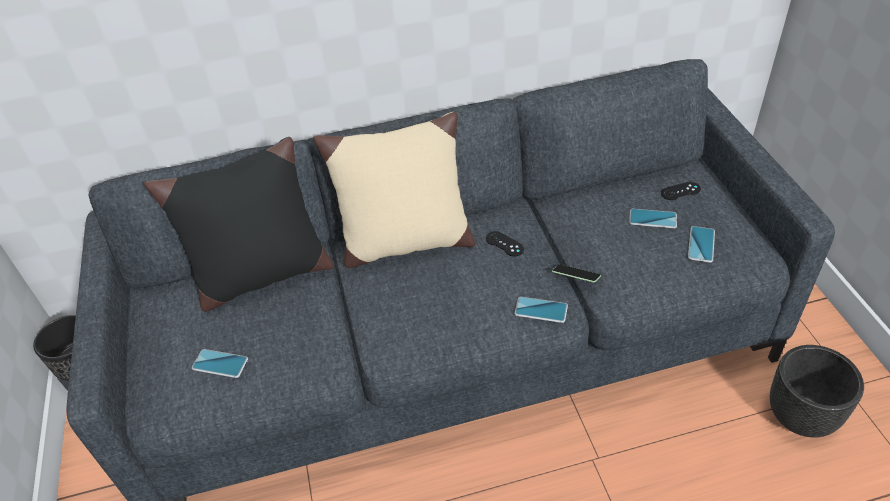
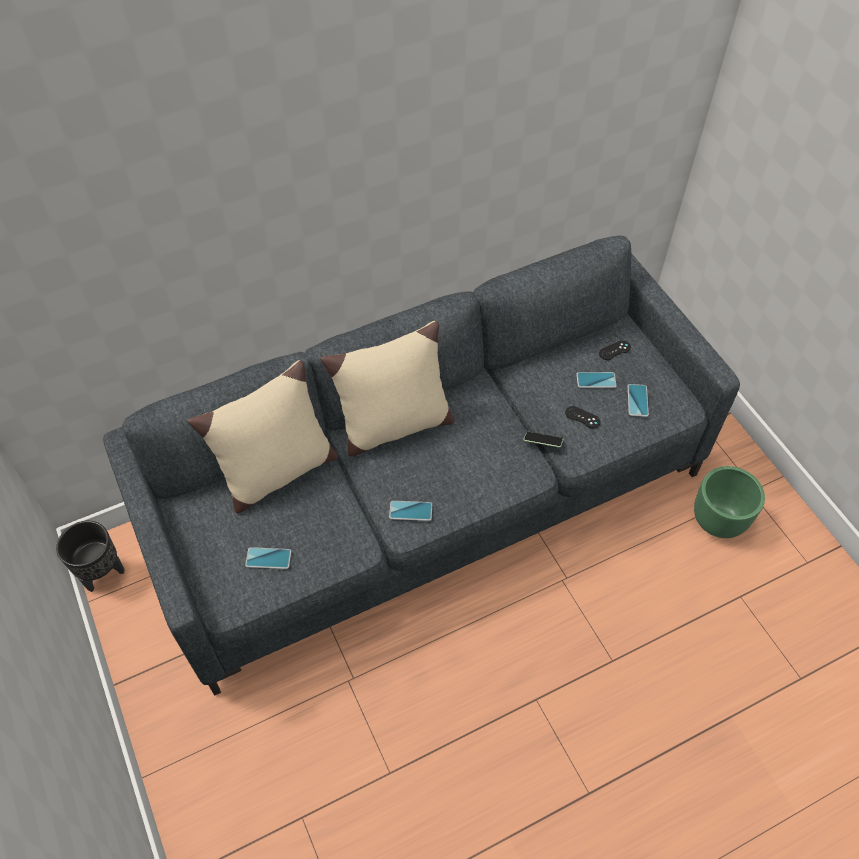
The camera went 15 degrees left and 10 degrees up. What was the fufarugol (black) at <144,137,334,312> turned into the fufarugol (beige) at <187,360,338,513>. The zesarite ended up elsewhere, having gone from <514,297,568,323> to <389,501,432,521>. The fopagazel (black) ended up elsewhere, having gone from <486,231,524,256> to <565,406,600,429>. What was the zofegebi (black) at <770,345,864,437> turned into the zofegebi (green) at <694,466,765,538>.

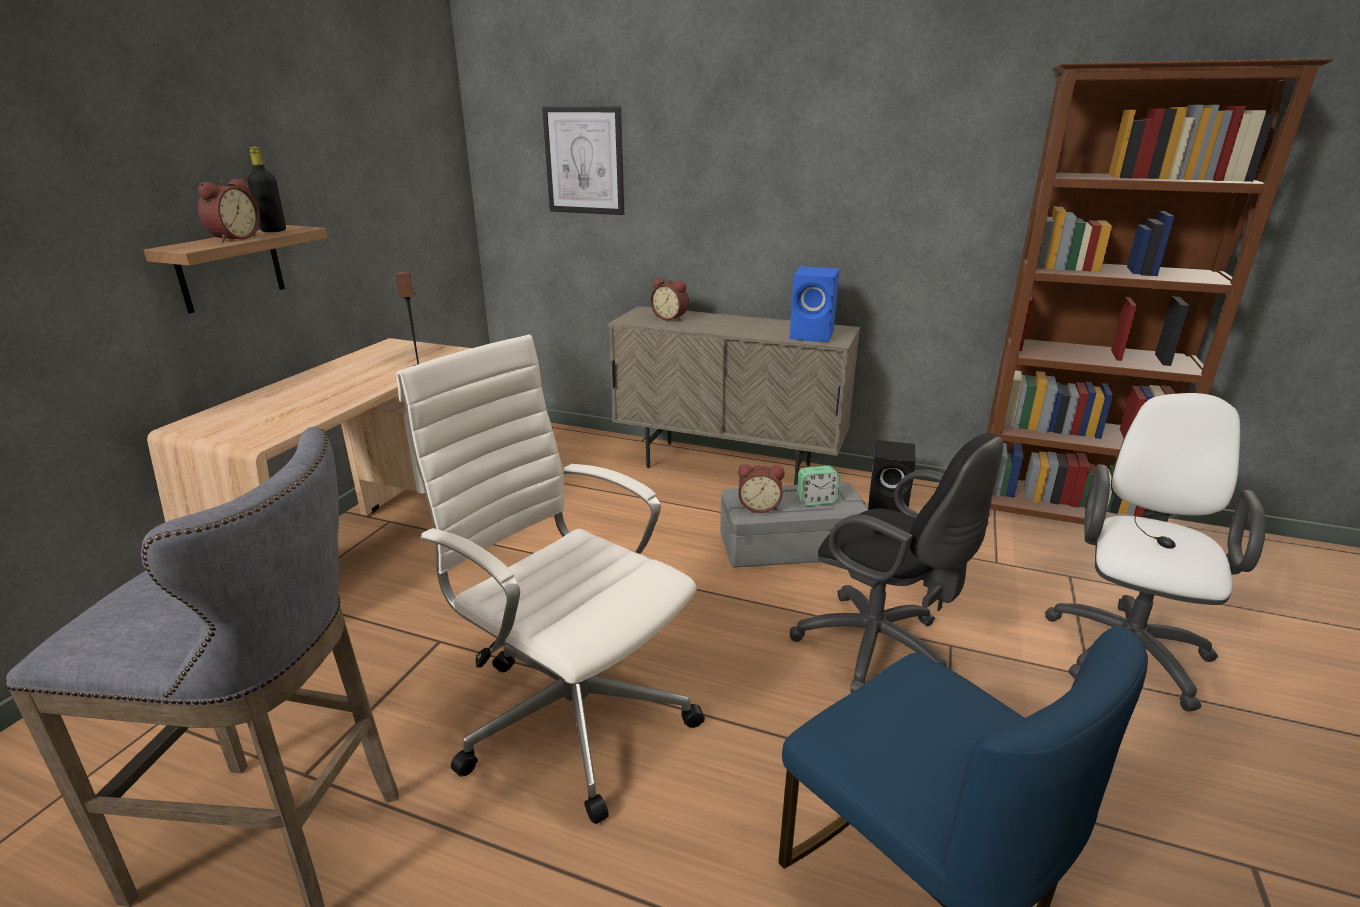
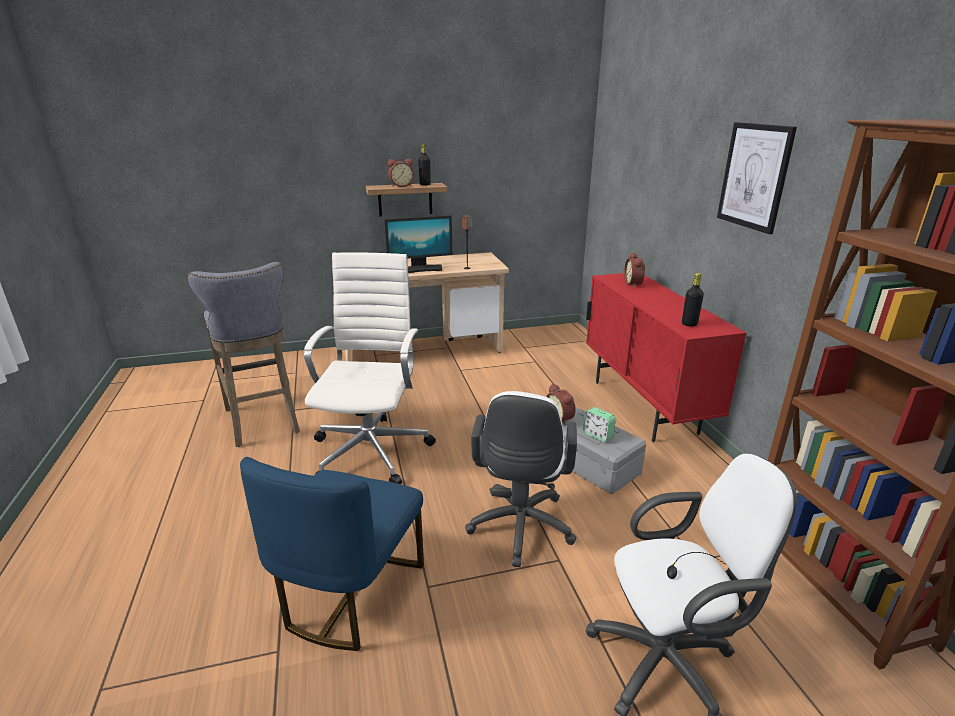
The camera went 55 degrees right and 0 degrees up. The second view gained the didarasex at <384,215,452,273>. What was the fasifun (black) at <790,433,1003,693> turned into the fasifun (white) at <465,391,577,567>. What was the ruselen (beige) at <608,306,860,485> turned into the ruselen (red) at <586,273,747,442>. Where the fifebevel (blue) stood at <789,266,840,342>, the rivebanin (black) came to stand at <682,273,704,327>. The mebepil ended up elsewhere, having gone from <542,106,624,215> to <717,122,797,234>. The second view lost the fifebevel (black) at <868,440,916,513>.

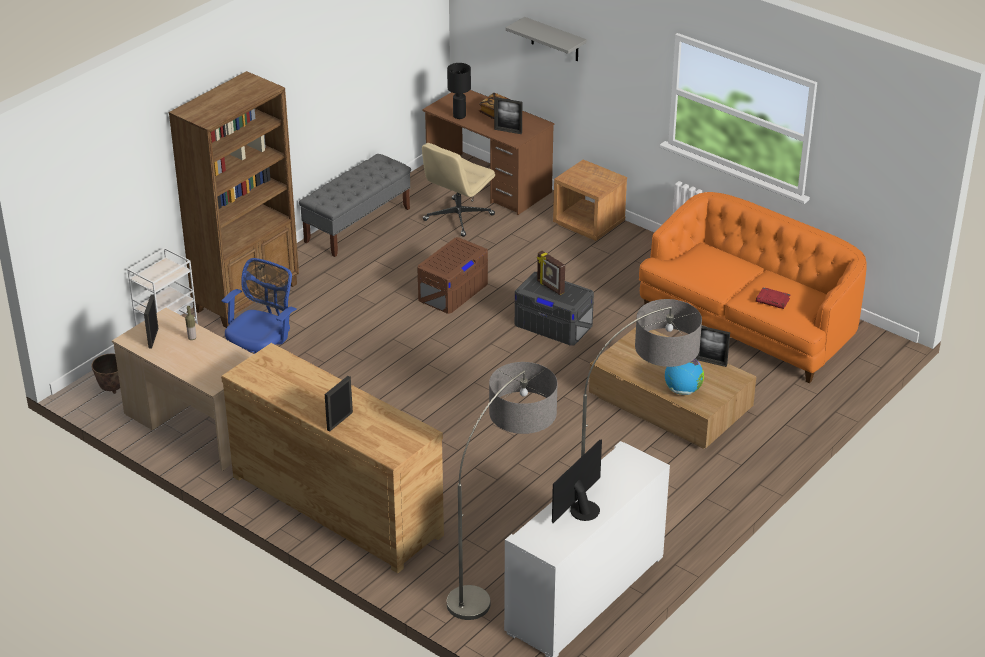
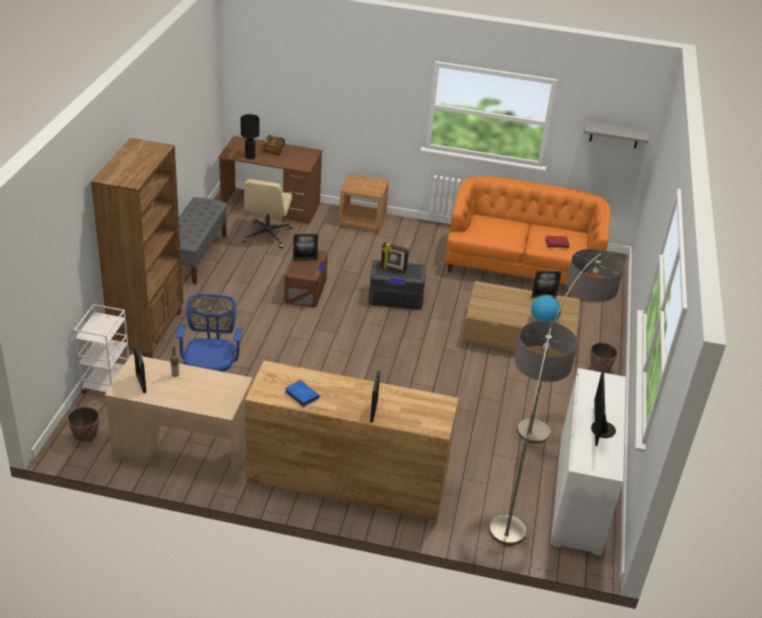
The camera went 30 degrees left and 0 degrees up. The second view gained the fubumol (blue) at <285,380,320,407>. The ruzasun ended up elsewhere, having gone from <494,97,522,134> to <293,234,318,261>. The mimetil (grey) ended up elsewhere, having gone from <506,17,587,61> to <584,120,649,148>. The second view gained the zofegebi at <590,343,618,373>.

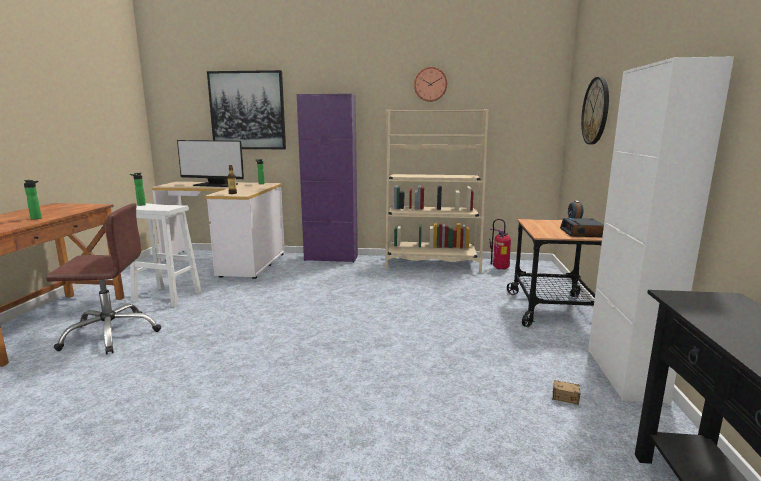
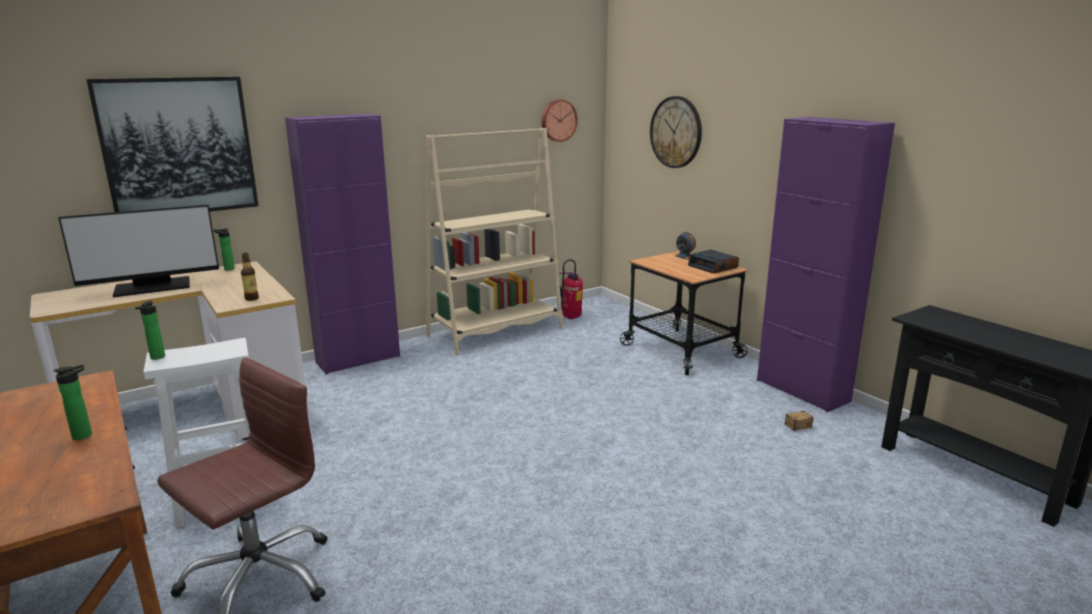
The camera went 40 degrees left and 5 degrees up. The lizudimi ended up elsewhere, having gone from <414,67,447,102> to <542,100,578,142>. What was the ruselen (white) at <588,57,734,404> turned into the ruselen (purple) at <757,117,895,412>.

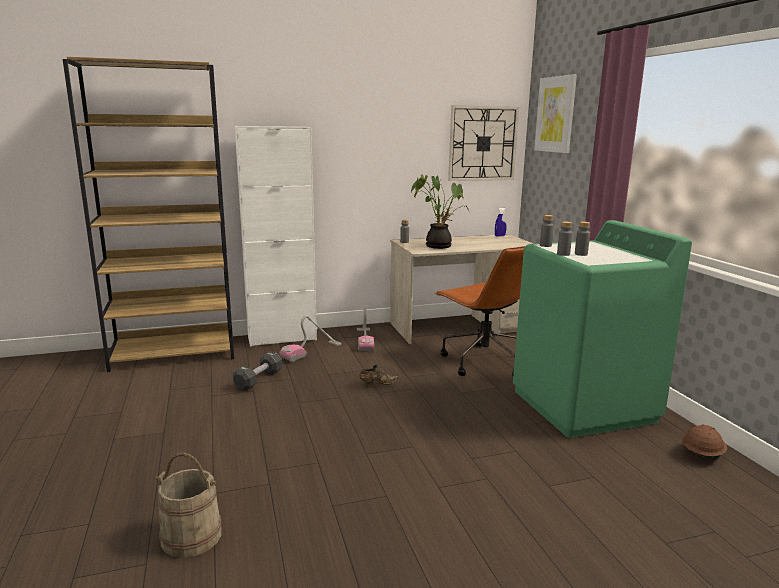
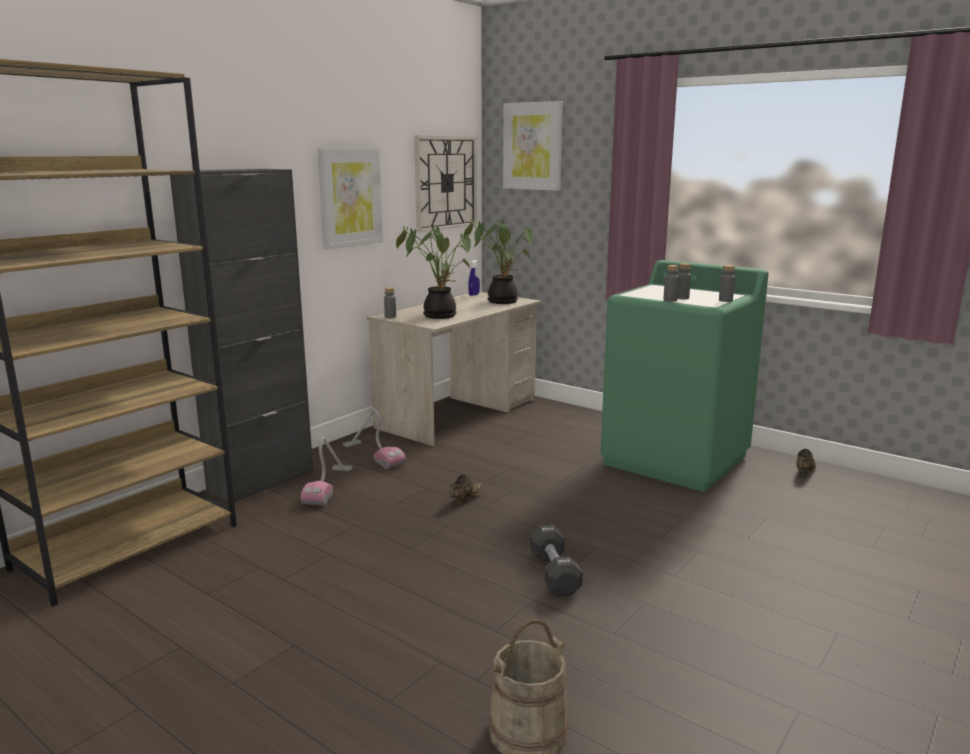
The camera went 35 degrees left and 0 degrees up. What was the ruselen (white) at <235,126,317,347> turned into the ruselen (black) at <170,169,313,503>. The second view gained the mebepil at <318,148,383,250>. The second view gained the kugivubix at <464,219,533,304>. The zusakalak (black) ended up elsewhere, having gone from <233,351,282,391> to <530,525,583,596>. The rivebanin (grey) ended up elsewhere, having gone from <540,215,554,247> to <719,265,735,302>. Where the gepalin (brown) stood at <682,425,727,460>, the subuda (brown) came to stand at <796,449,816,477>. The second view lost the fasifun (brown) at <435,243,538,376>.

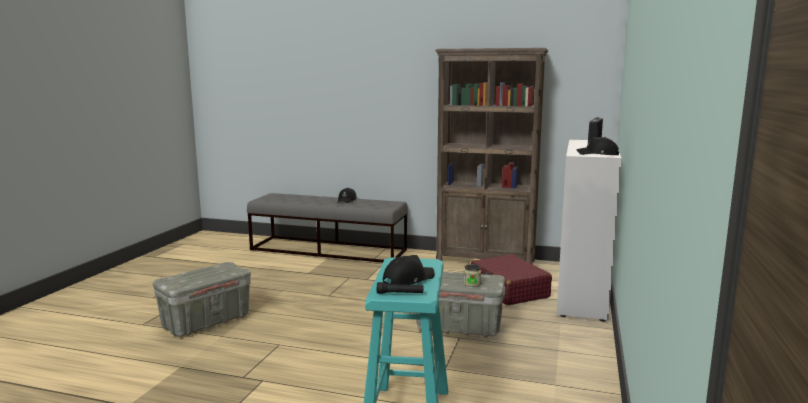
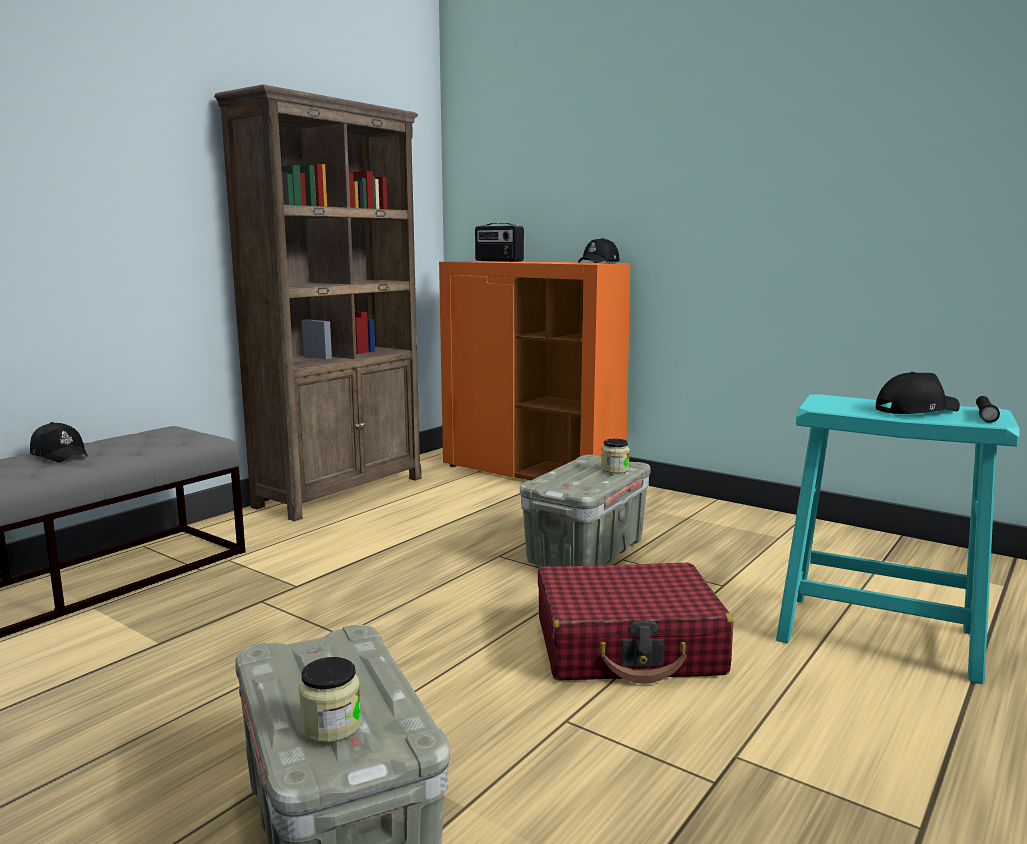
The camera went 70 degrees left and 0 degrees up. The second view gained the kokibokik at <299,657,361,743>. What was the ruselen (white) at <556,140,622,322> turned into the ruselen (orange) at <439,261,630,481>. The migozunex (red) ended up elsewhere, having gone from <471,254,552,306> to <538,563,733,684>. The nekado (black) at <383,255,435,285> ended up facing another way, 90 degrees clockwise from before.

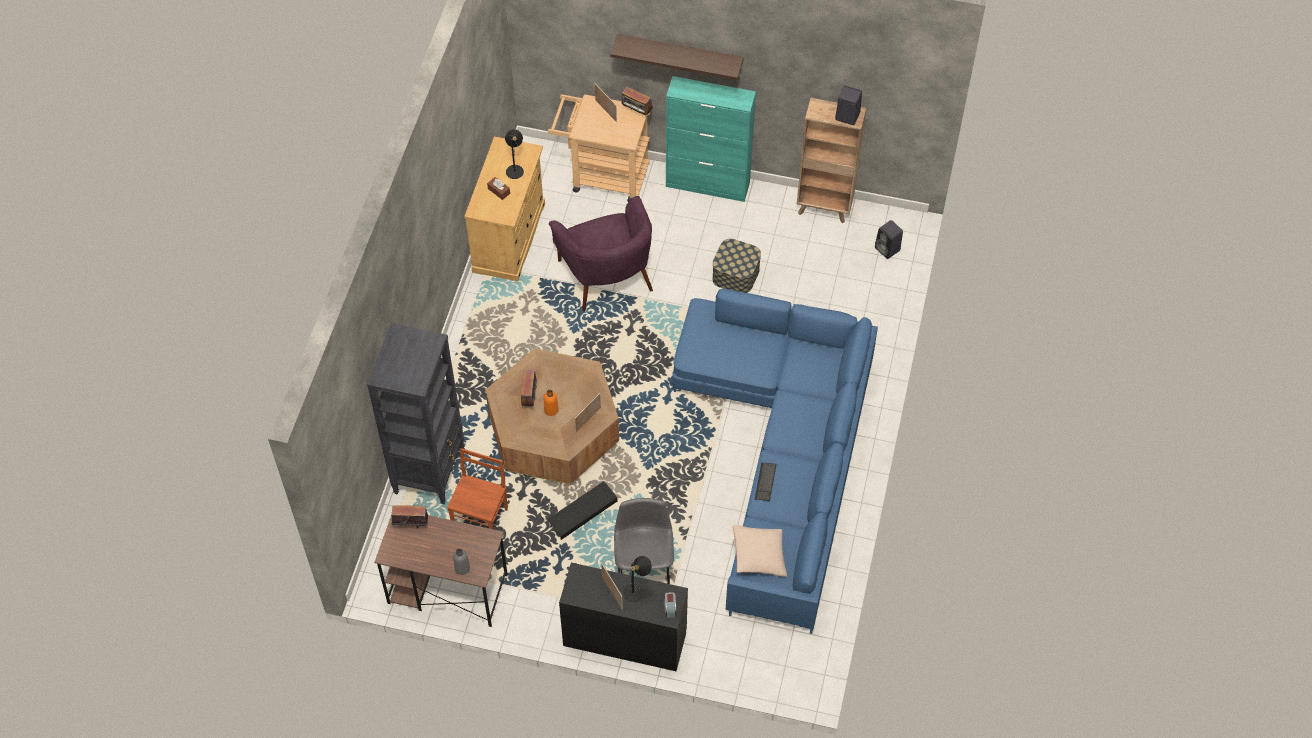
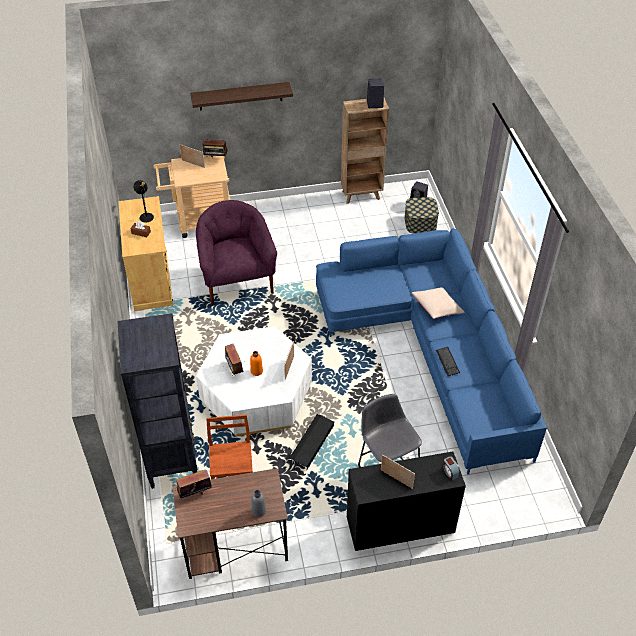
The camera went 25 degrees left and 10 degrees down. The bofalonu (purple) at <549,196,653,311> ended up facing another way, 150 degrees counterclockwise from before. What was the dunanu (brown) at <485,348,619,485> turned into the dunanu (white) at <196,326,312,436>. The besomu ended up elsewhere, having gone from <712,239,761,293> to <405,197,439,234>. The fufarugol (beige) ended up elsewhere, having gone from <733,525,787,577> to <412,287,465,319>. The second view lost the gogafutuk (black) at <623,556,652,602>. The second view lost the ruselen (turquoise) at <666,76,756,202>.

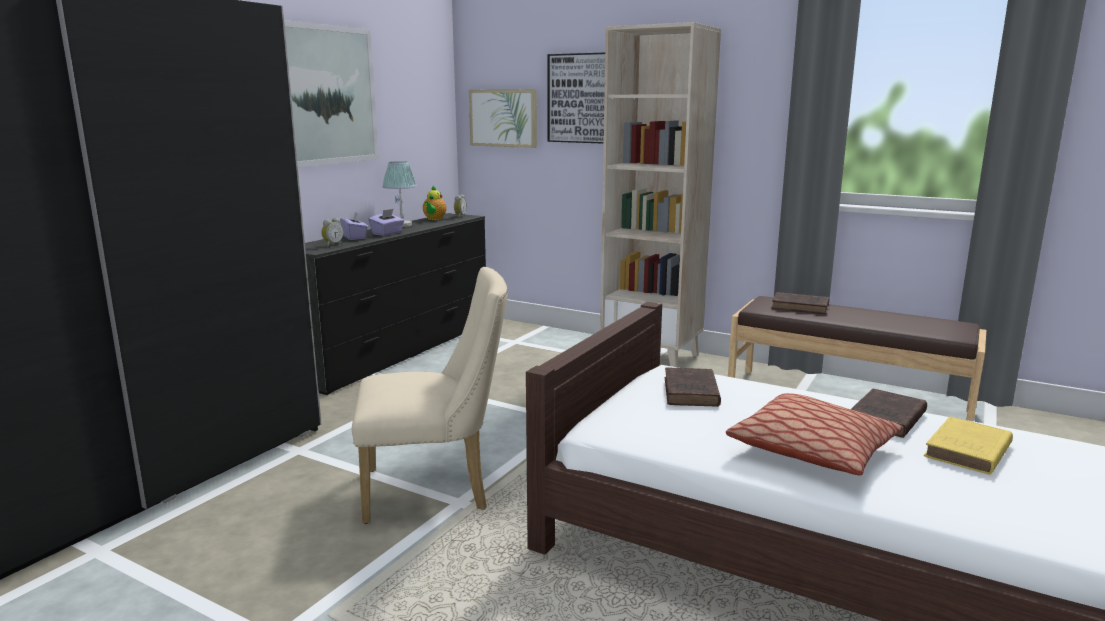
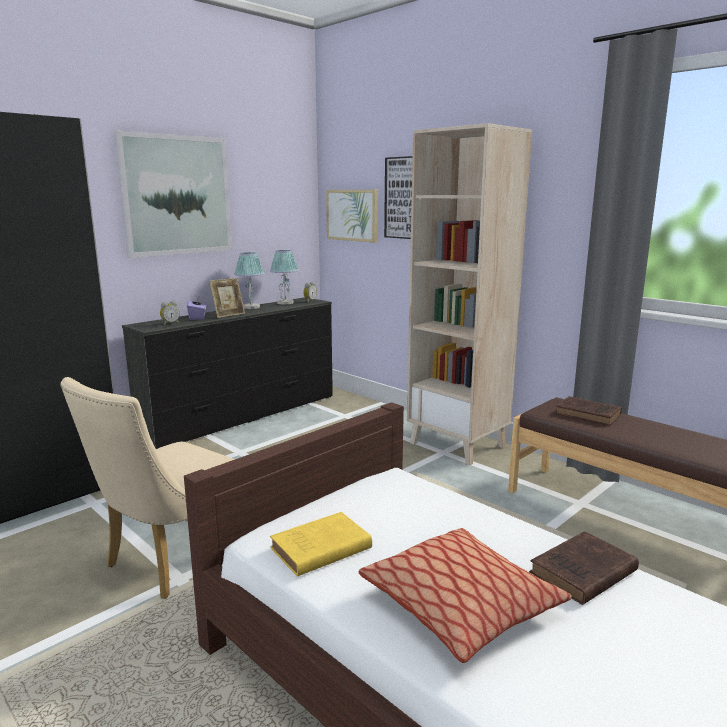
The camera went 15 degrees right and 0 degrees up. The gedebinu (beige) at <352,267,508,524> ended up facing another way, 120 degrees clockwise from before. Where the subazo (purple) stood at <368,209,404,236>, the ruzasun came to stand at <209,278,245,318>. Where the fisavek stood at <423,185,447,220>, the gogafutuk came to stand at <270,250,299,305>. The fubumol (yellow) ended up elsewhere, having gone from <924,417,1013,475> to <270,512,372,576>. The second view lost the fubumol (brown) at <665,367,721,407>.

